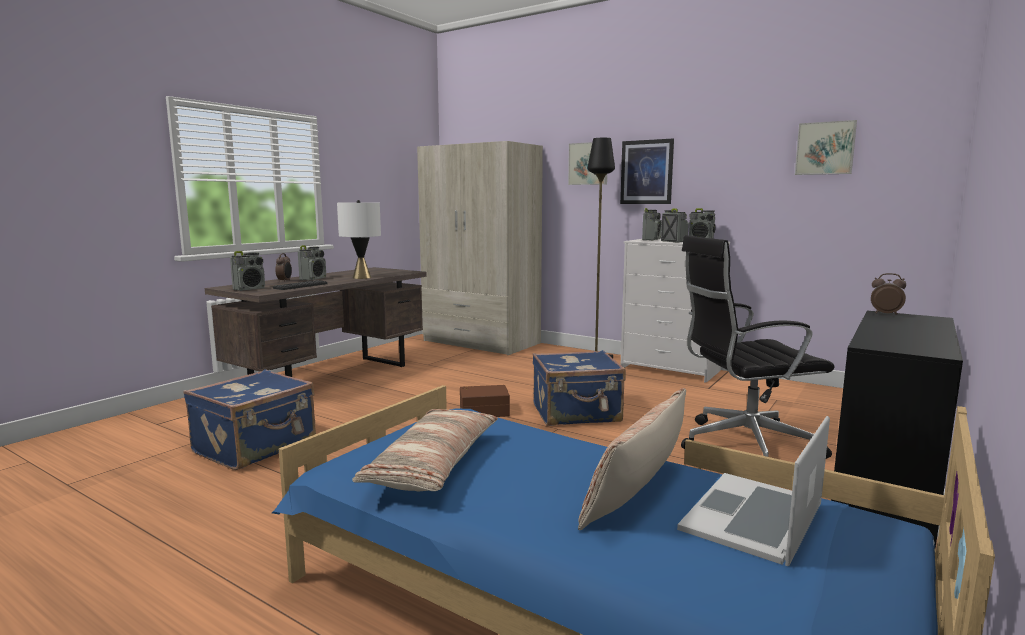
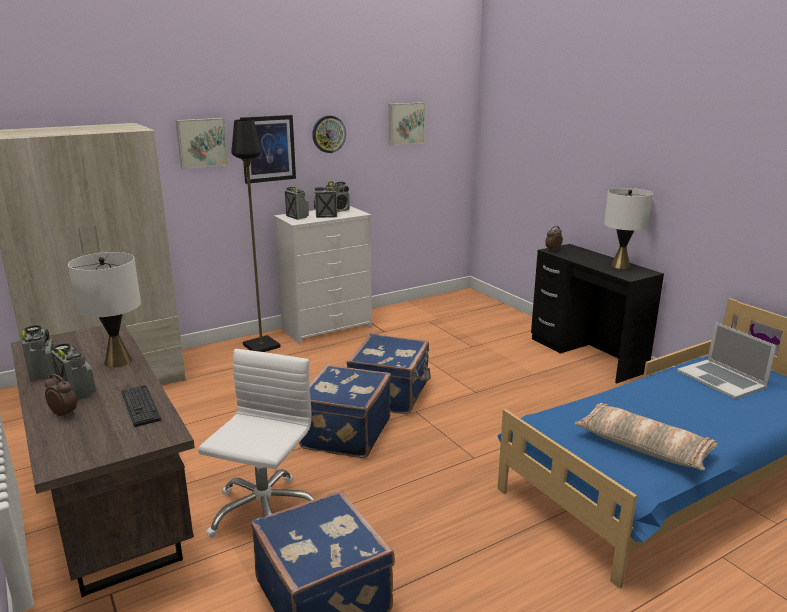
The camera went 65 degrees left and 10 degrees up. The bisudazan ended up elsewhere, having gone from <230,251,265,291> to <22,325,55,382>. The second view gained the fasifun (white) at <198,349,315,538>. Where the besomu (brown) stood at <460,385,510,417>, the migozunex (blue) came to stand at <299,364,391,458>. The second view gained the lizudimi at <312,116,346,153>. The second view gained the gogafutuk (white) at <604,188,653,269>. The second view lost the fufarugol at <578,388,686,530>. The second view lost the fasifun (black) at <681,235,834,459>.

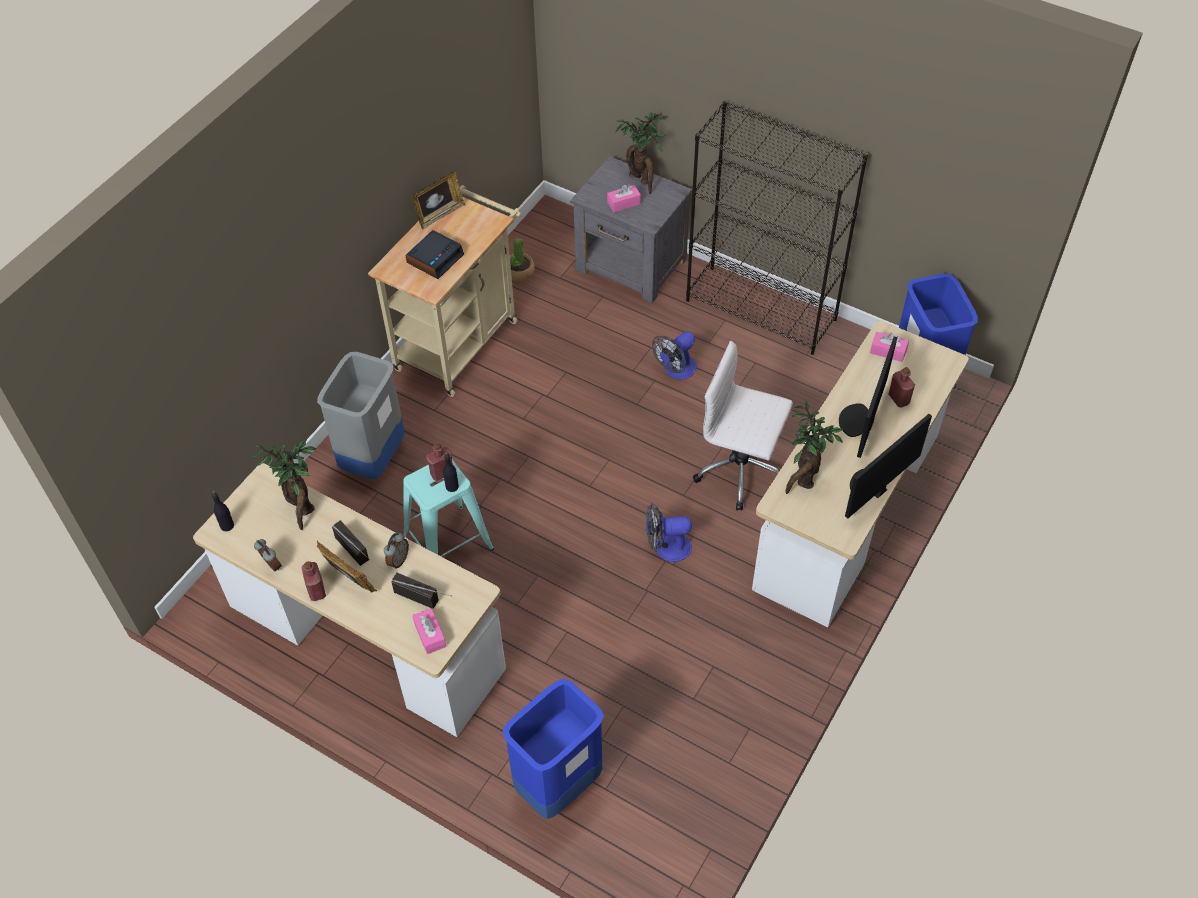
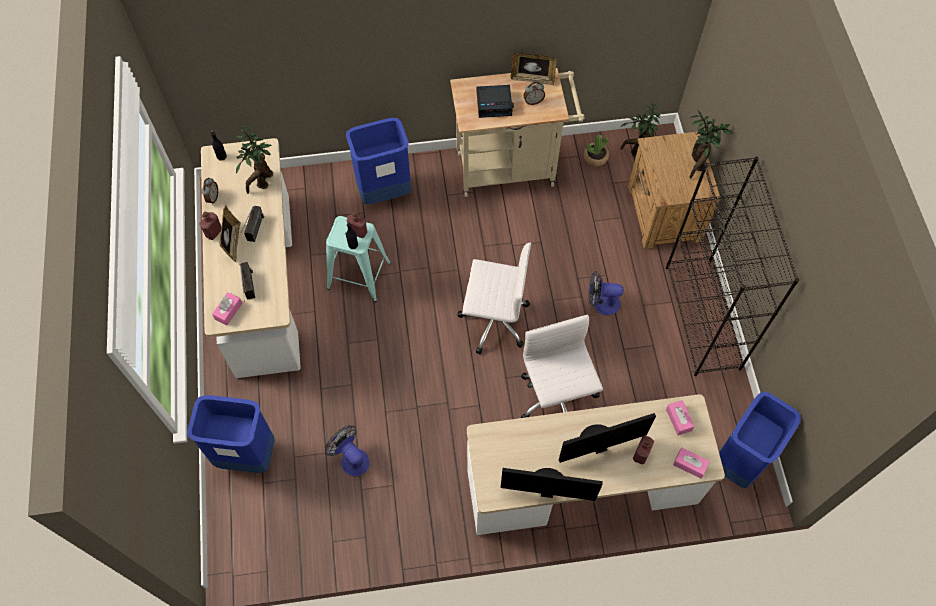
The camera went 50 degrees right and 10 degrees up. The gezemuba ended up elsewhere, having gone from <646,503,692,562> to <325,425,370,476>. What was the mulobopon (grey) at <317,352,404,479> turned into the mulobopon (blue) at <346,118,411,204>. The second view gained the fasifun (white) at <458,242,531,354>. The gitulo ended up elsewhere, having gone from <384,532,409,569> to <523,82,545,105>. The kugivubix ended up elsewhere, having gone from <785,400,843,494> to <620,103,660,157>. What was the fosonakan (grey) at <570,156,692,303> turned into the fosonakan (brown) at <628,132,721,249>. The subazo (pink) ended up elsewhere, having gone from <607,185,641,212> to <673,448,710,479>.

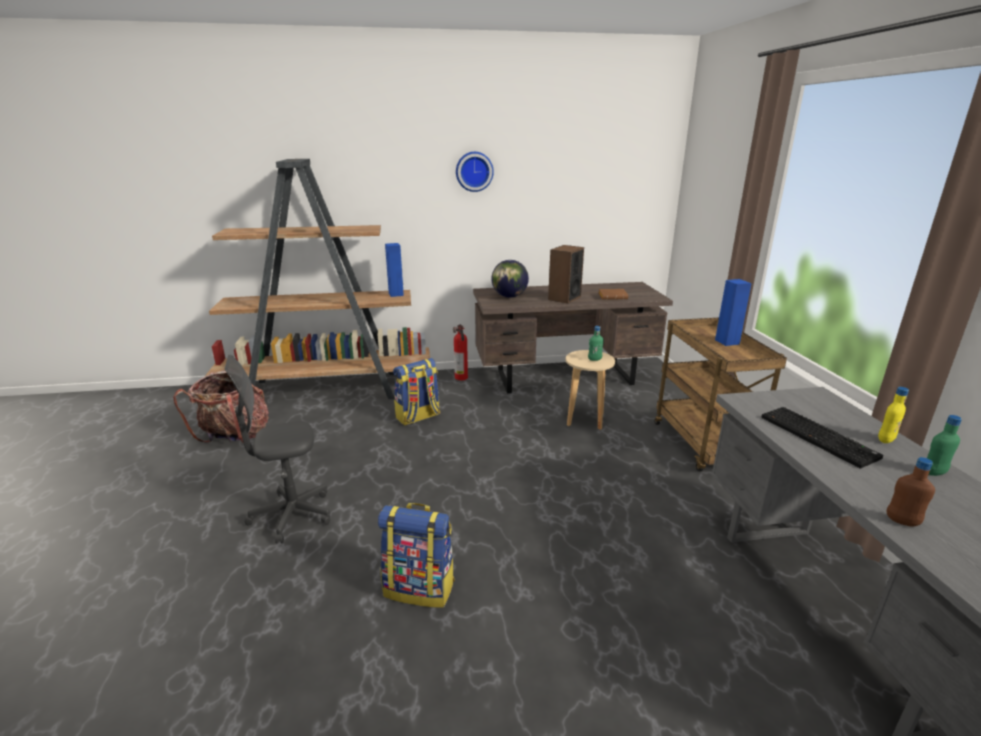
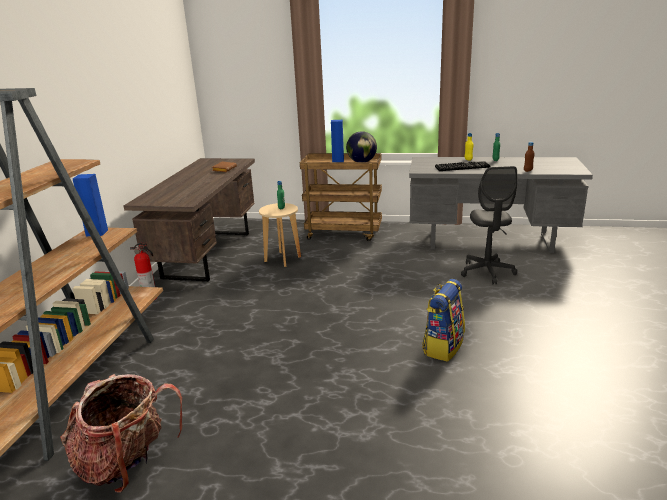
The camera went 70 degrees left and 0 degrees up. The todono ended up elsewhere, having gone from <492,260,529,298> to <346,131,377,162>. The fasifun (grey) ended up elsewhere, having gone from <225,355,330,543> to <461,166,517,285>. The second view lost the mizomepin at <393,358,440,426>. The second view lost the lizudimi at <456,152,494,192>. The second view lost the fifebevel at <548,245,584,304>.

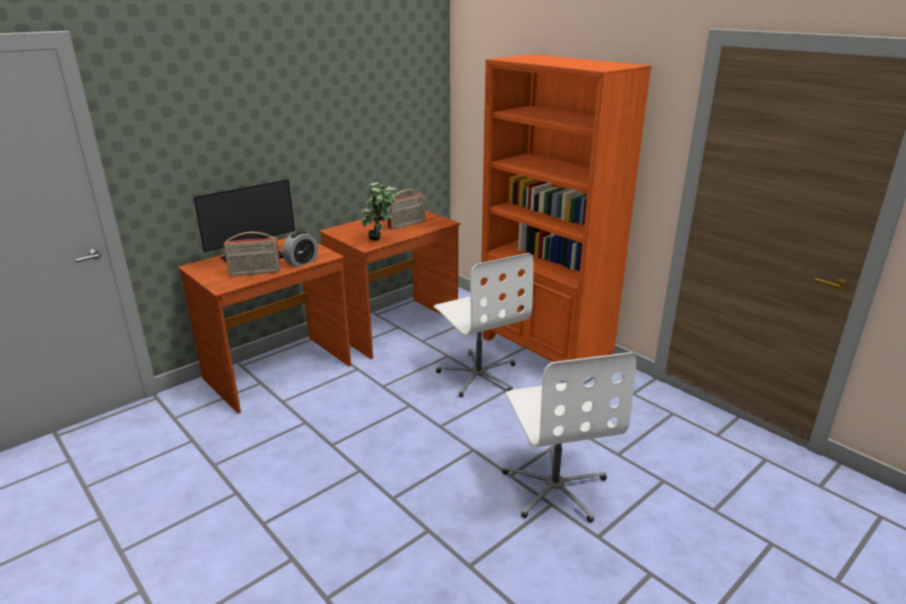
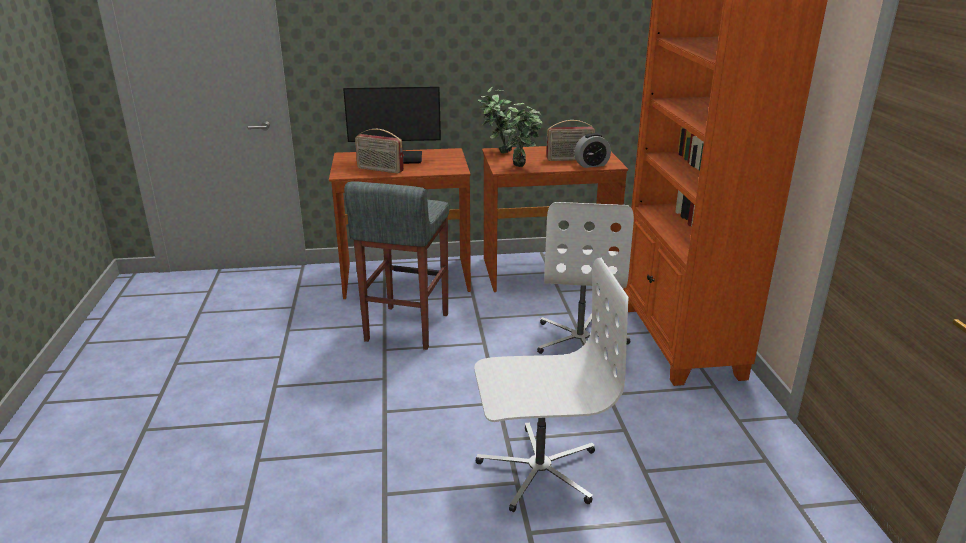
The camera went 35 degrees right and 0 degrees up. The second view gained the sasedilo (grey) at <344,181,449,350>. The fasifun (white) at <502,352,636,523> ended up facing another way, 120 degrees counterclockwise from before. The second view gained the kugivubix at <478,87,518,154>. The gitulo ended up elsewhere, having gone from <282,231,318,267> to <574,133,611,168>.

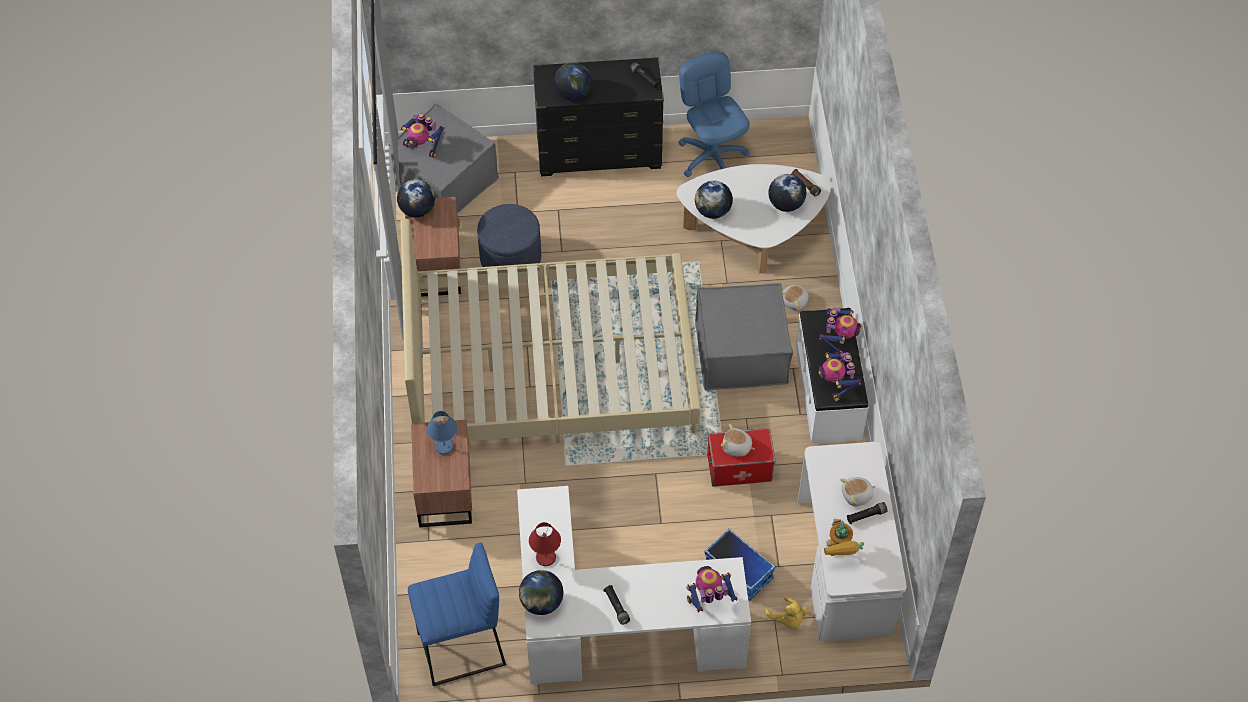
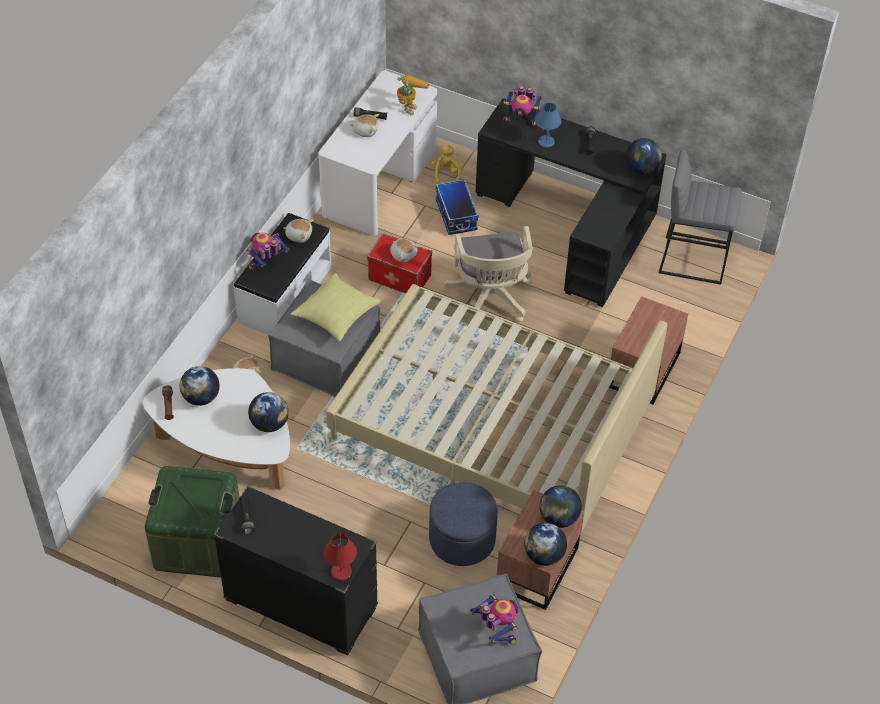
The camera went 150 degrees left and 5 degrees down. Where the fasifun (blue) stood at <678,52,750,177>, the besomu (green) came to stand at <145,466,239,577>. Where the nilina stood at <818,352,862,401>, the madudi came to stand at <283,219,314,243>. The second view gained the fufarugol (yellow) at <291,273,382,342>. The gogafutuk (red) ended up elsewhere, having gone from <529,522,561,566> to <324,533,357,581>. The second view gained the fasifun (beige) at <445,226,533,325>. What was the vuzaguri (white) at <517,486,751,685> turned into the vuzaguri (black) at <475,98,667,307>. The gogafutuk (blue) ended up elsewhere, having gone from <427,411,457,455> to <535,103,561,148>. The todono ended up elsewhere, having gone from <554,62,592,101> to <540,485,582,528>. What was the sasedilo (blue) at <408,542,506,686> turned into the sasedilo (grey) at <658,149,742,285>.

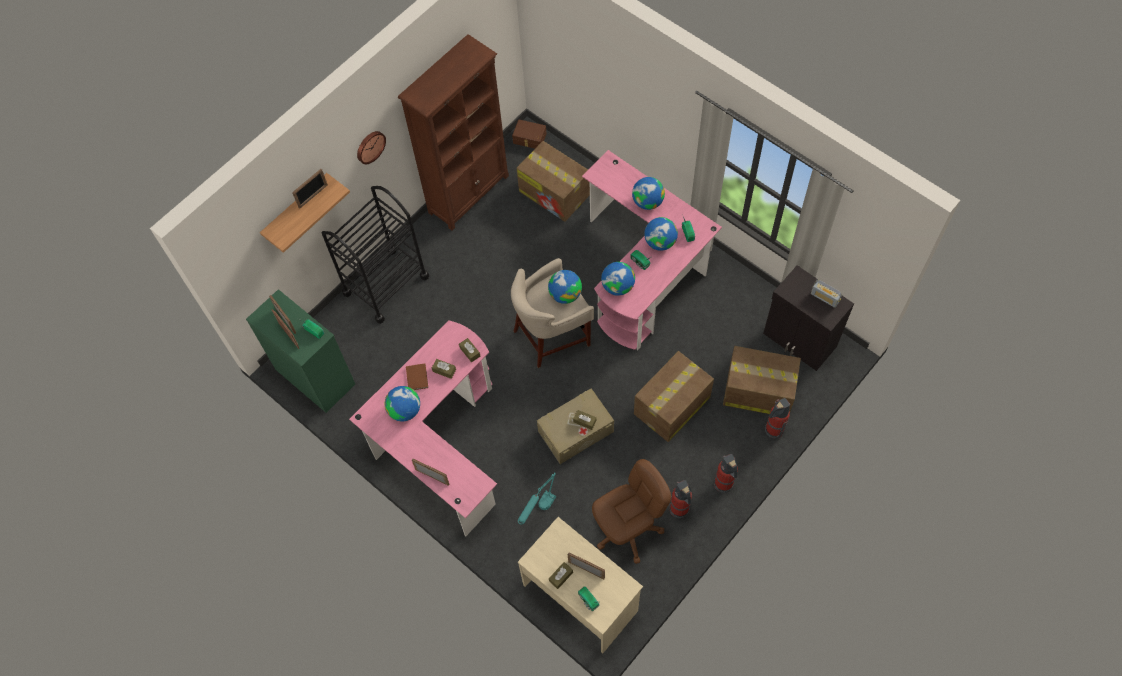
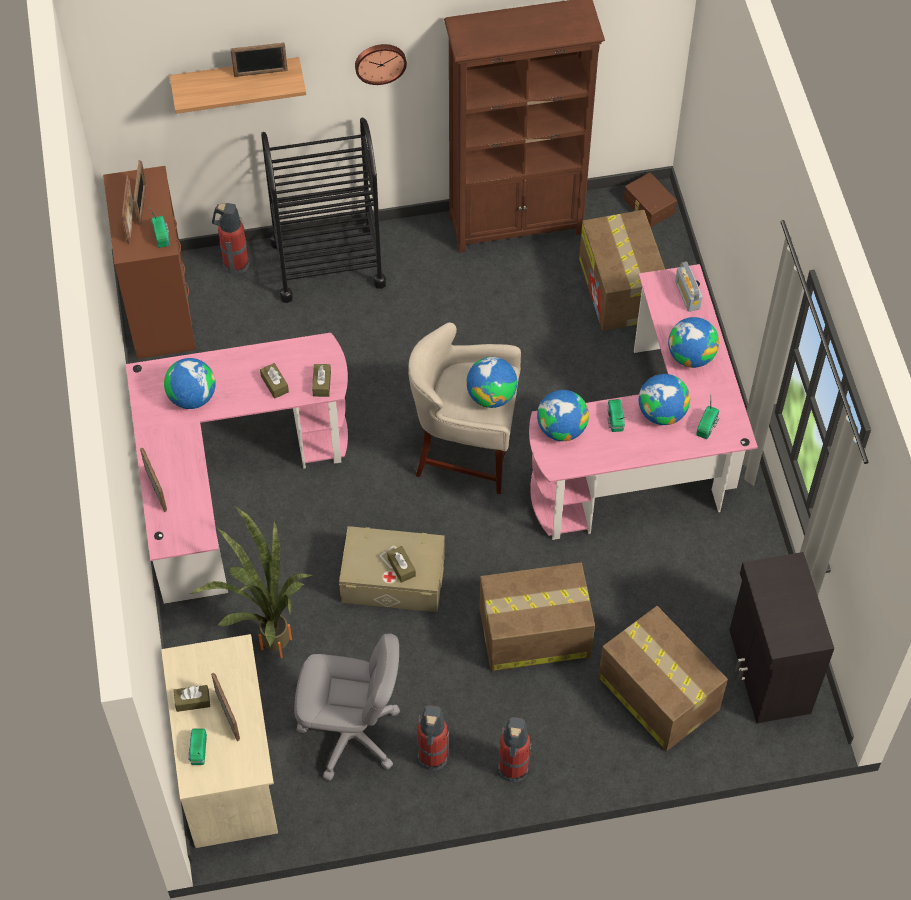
The camera went 35 degrees right and 5 degrees down. What was the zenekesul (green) at <246,289,355,413> turned into the zenekesul (brown) at <103,166,196,359>. Where the gogafutuk (turquoise) stood at <518,473,556,524>, the kugivubix came to stand at <191,507,312,658>. The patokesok ended up elsewhere, having gone from <765,398,791,438> to <212,203,249,275>. What was the fasifun (brown) at <592,459,671,564> turned into the fasifun (grey) at <294,633,400,781>. The bisudazan ended up elsewhere, having gone from <811,279,842,308> to <675,261,702,312>. The second view lost the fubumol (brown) at <406,363,428,390>.

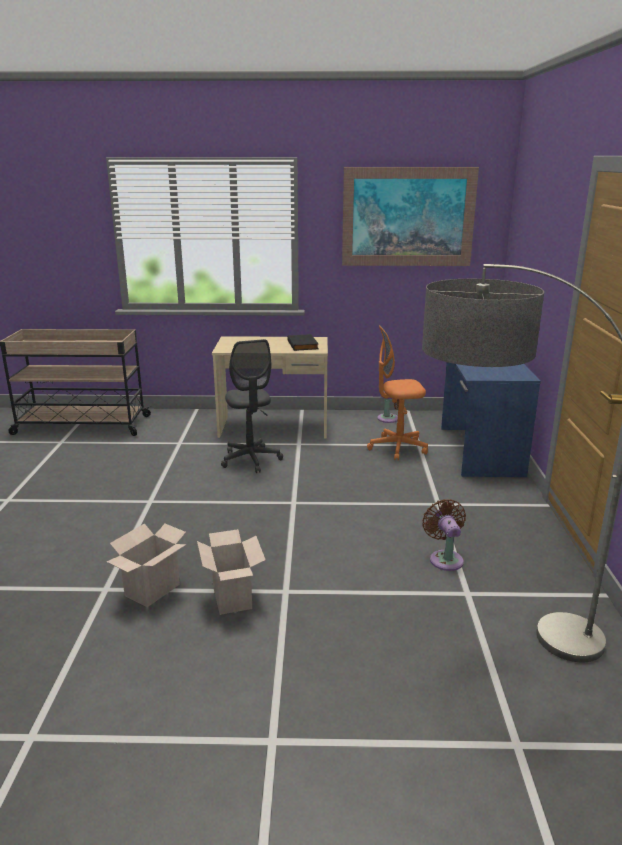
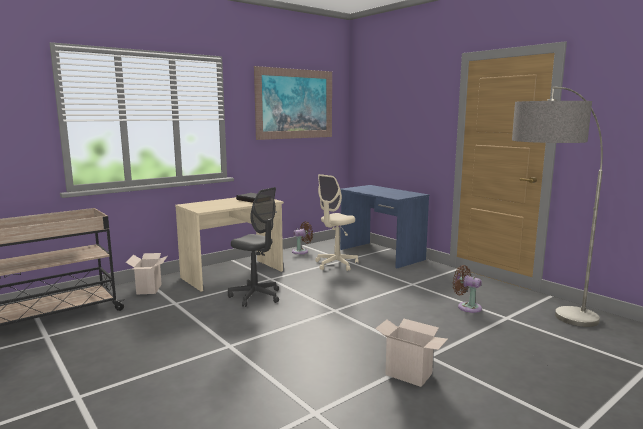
The camera went 40 degrees left and 10 degrees down. The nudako ended up elsewhere, having gone from <106,524,186,607> to <126,253,168,295>. What was the fasifun (orange) at <367,325,428,461> turned into the fasifun (beige) at <315,174,359,271>.

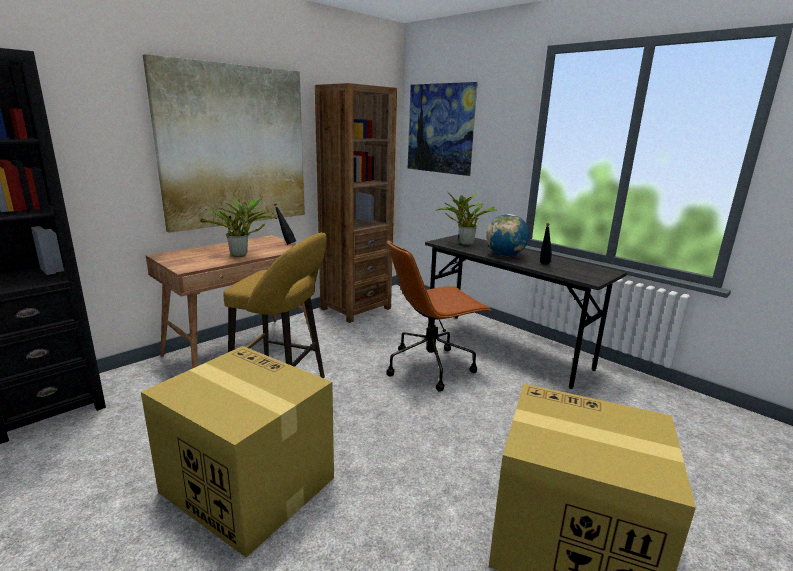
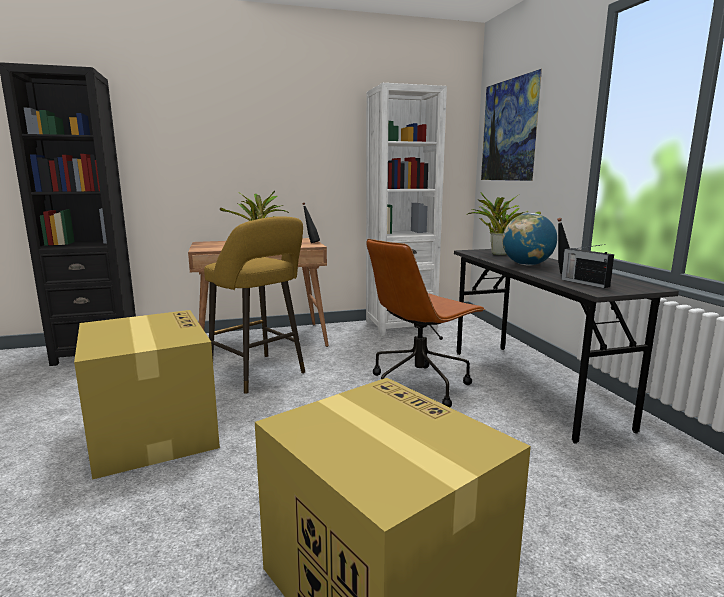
The camera went 30 degrees right and 5 degrees down. What was the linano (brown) at <315,83,397,323> turned into the linano (white) at <366,83,447,336>. The fasifun (brown) at <386,240,491,392> ended up facing another way, 45 degrees counterclockwise from before. The second view gained the bisudazan at <561,244,614,288>. The second view lost the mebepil at <143,54,305,233>.

